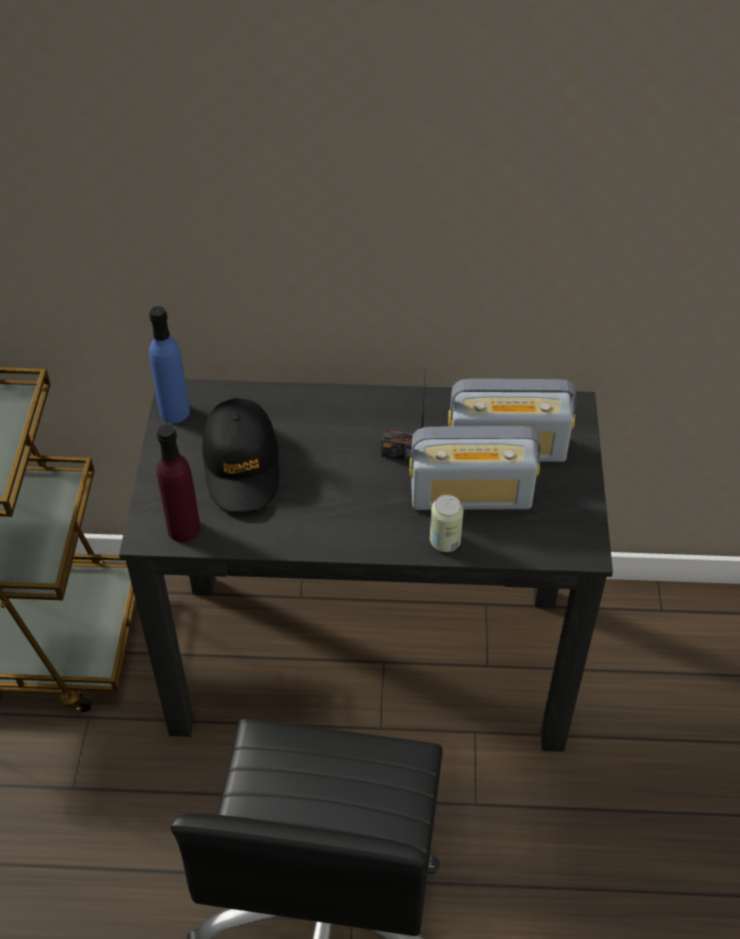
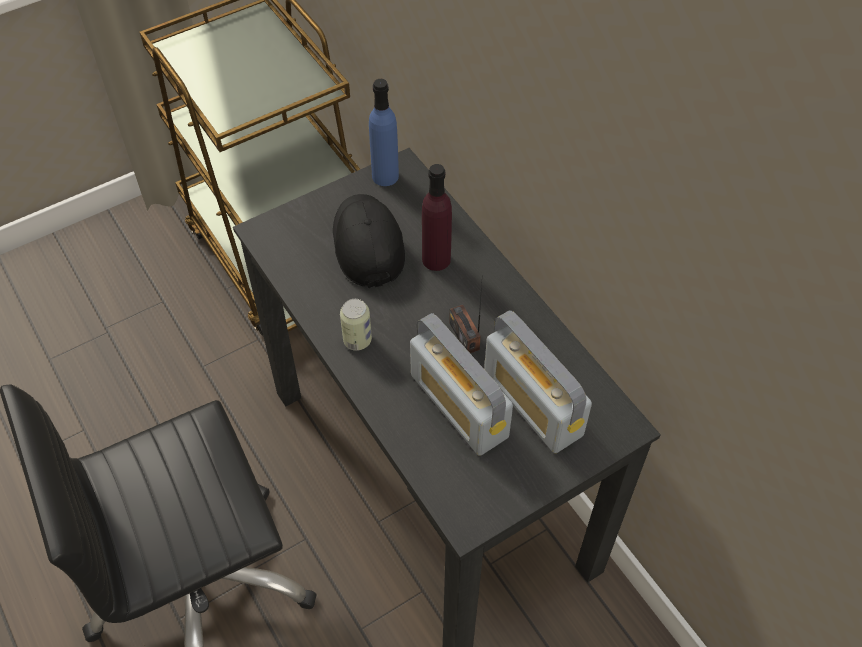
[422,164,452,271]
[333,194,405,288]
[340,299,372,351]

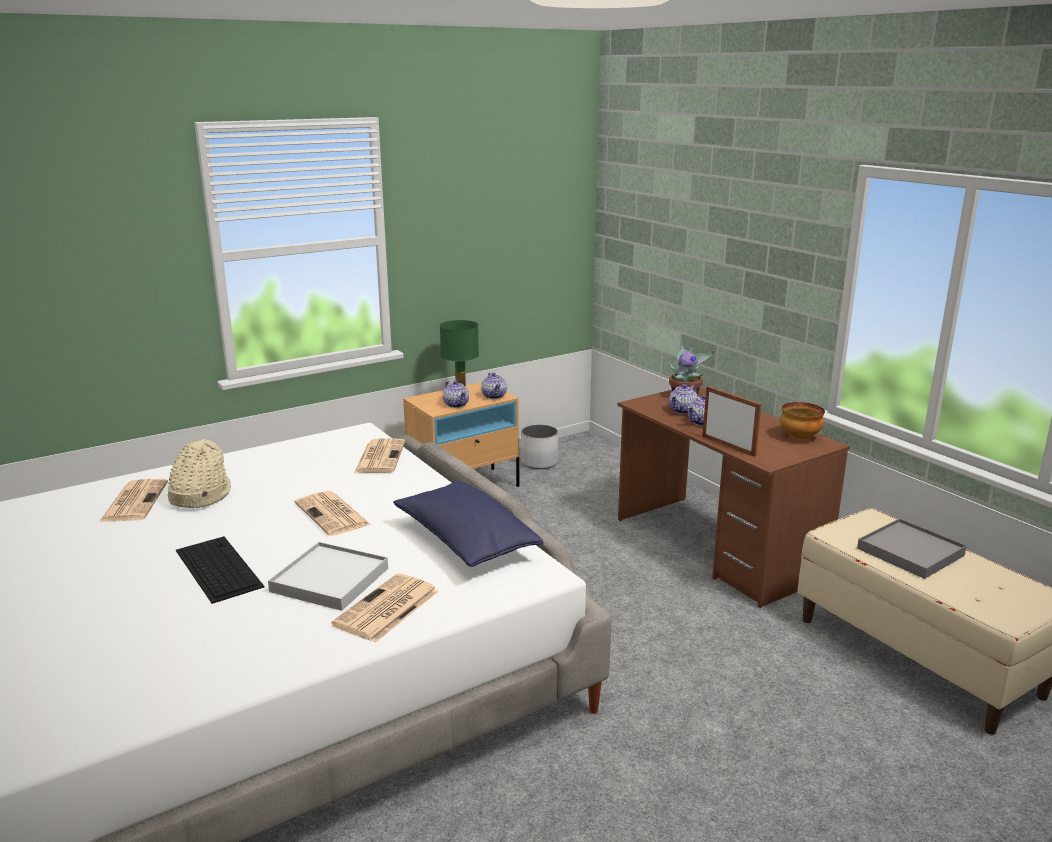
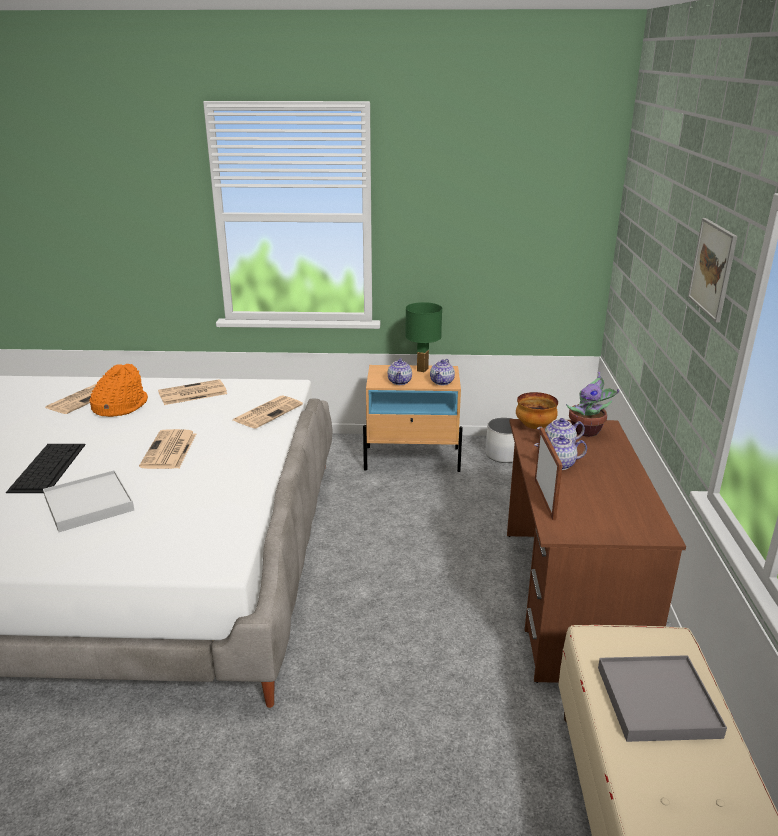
[89,364,148,417]
[158,379,227,405]
[393,481,544,567] (first image)
[516,392,558,429]
[688,218,738,323]

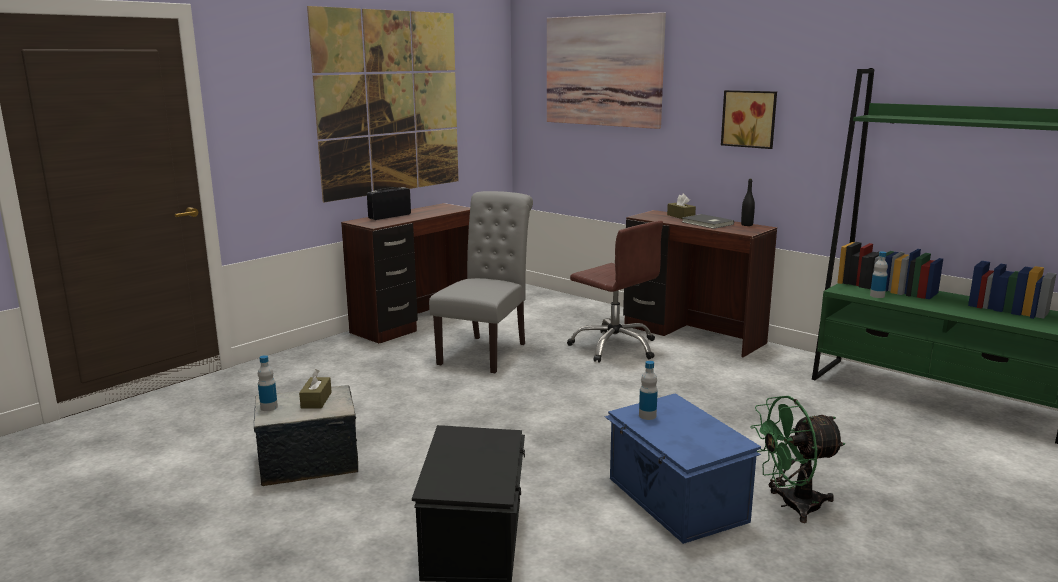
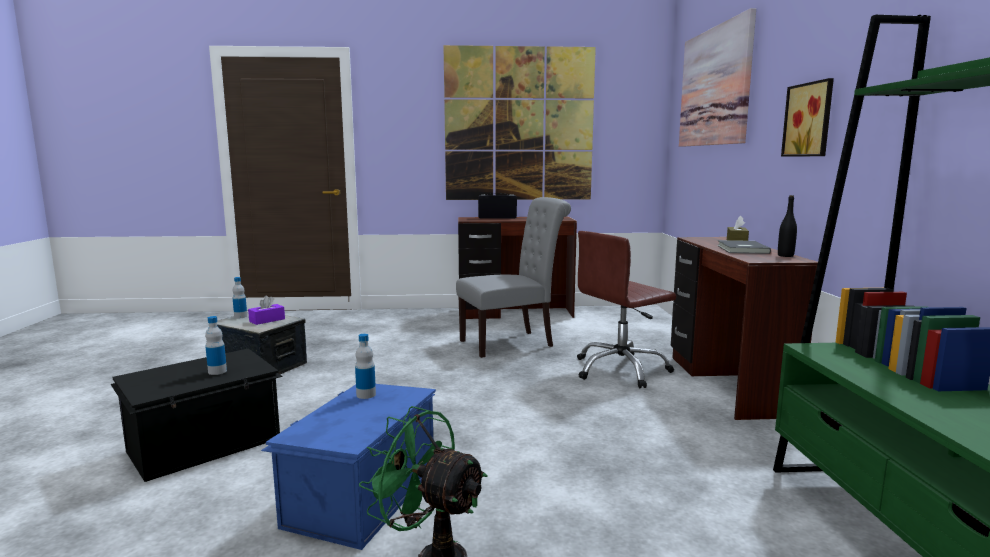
[248,296,285,325]
[577,231,676,388]
[205,316,227,375]

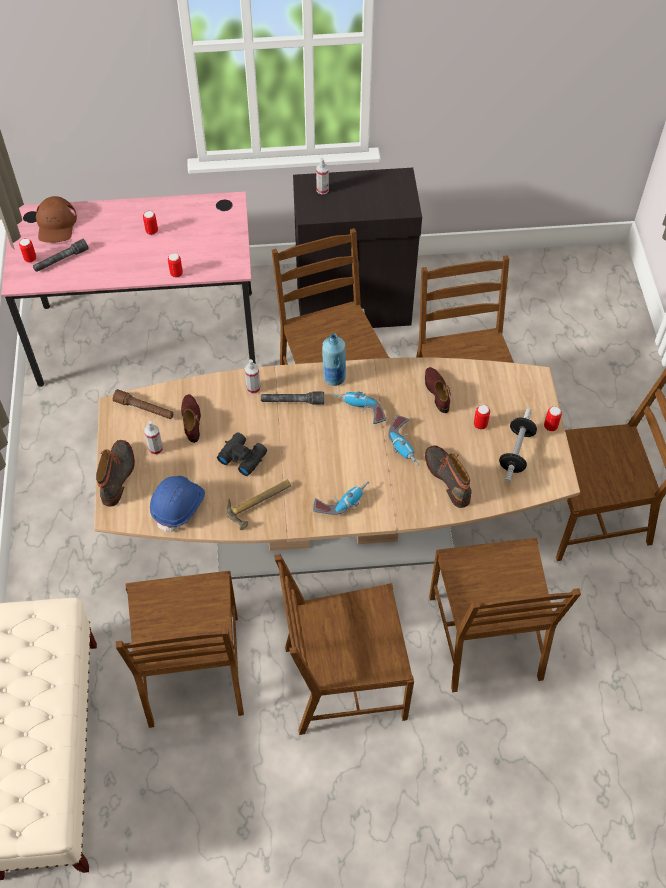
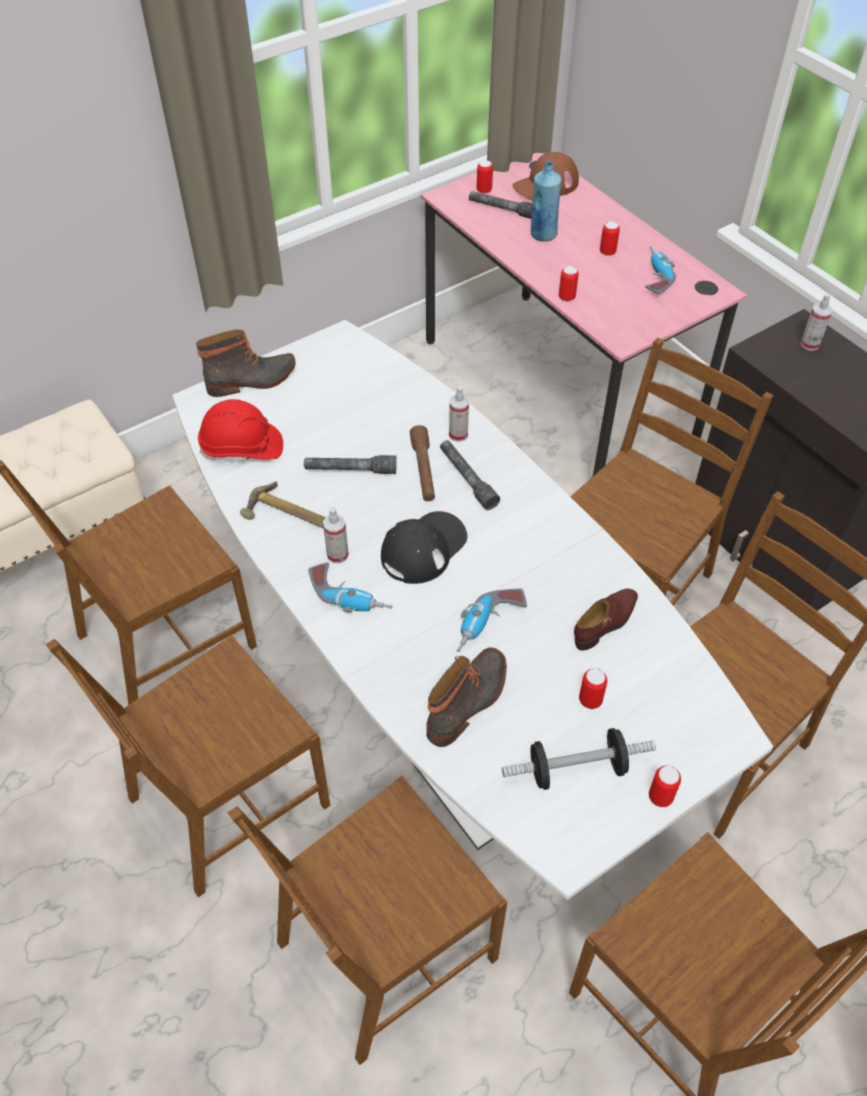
[172,320,773,900]
[410,425,435,501]
[323,507,349,563]
[198,399,283,461]
[181,394,201,443] (first image)
[304,455,397,474]
[45,635,330,897]
[531,161,562,242]
[645,246,676,294]
[381,511,467,584]

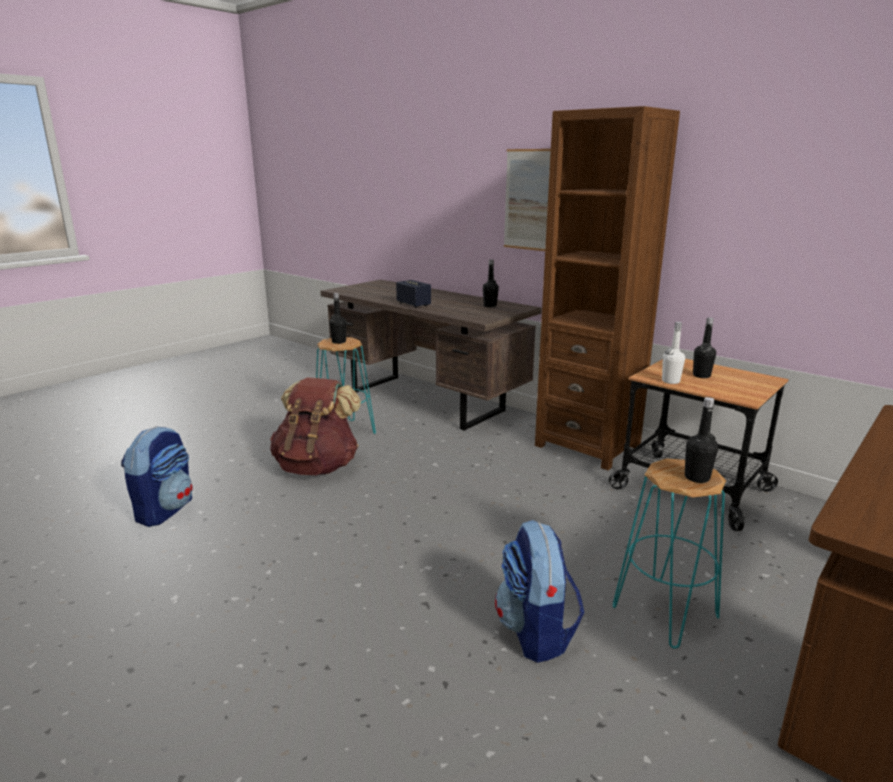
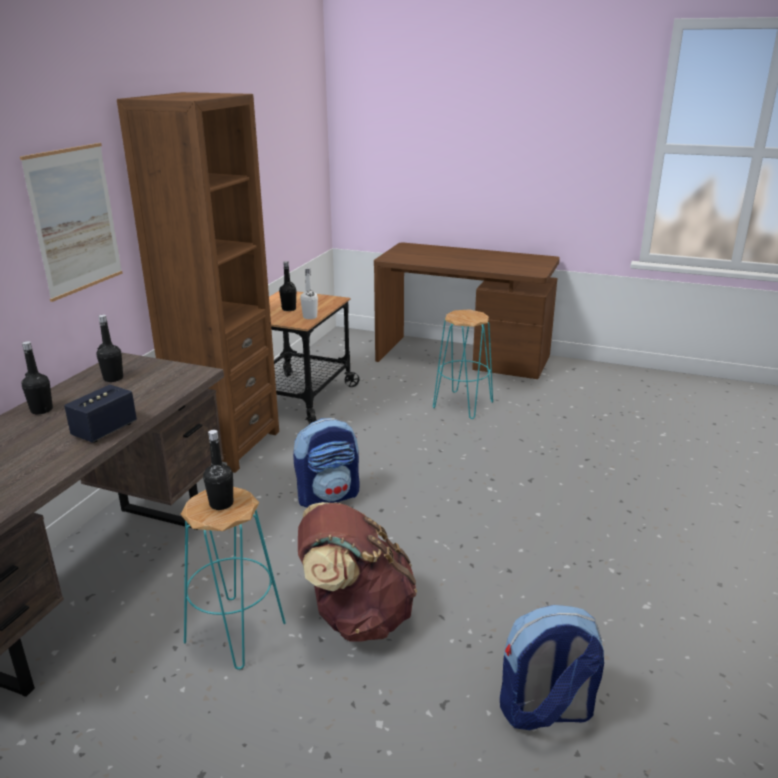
[293,418,360,508]
[22,341,53,414]

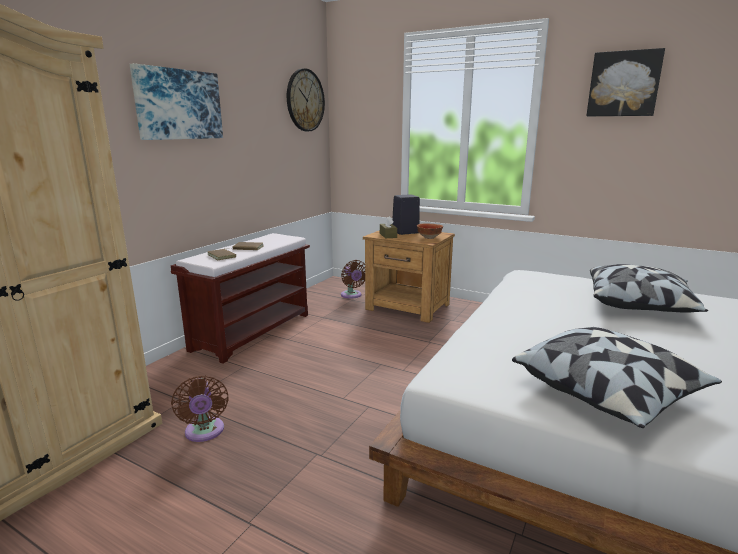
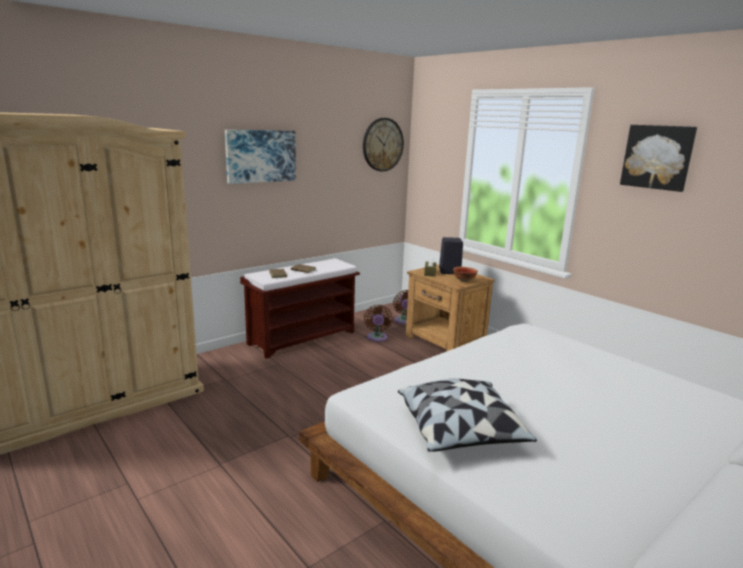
[364,305,393,342]
[590,264,708,313] (first image)

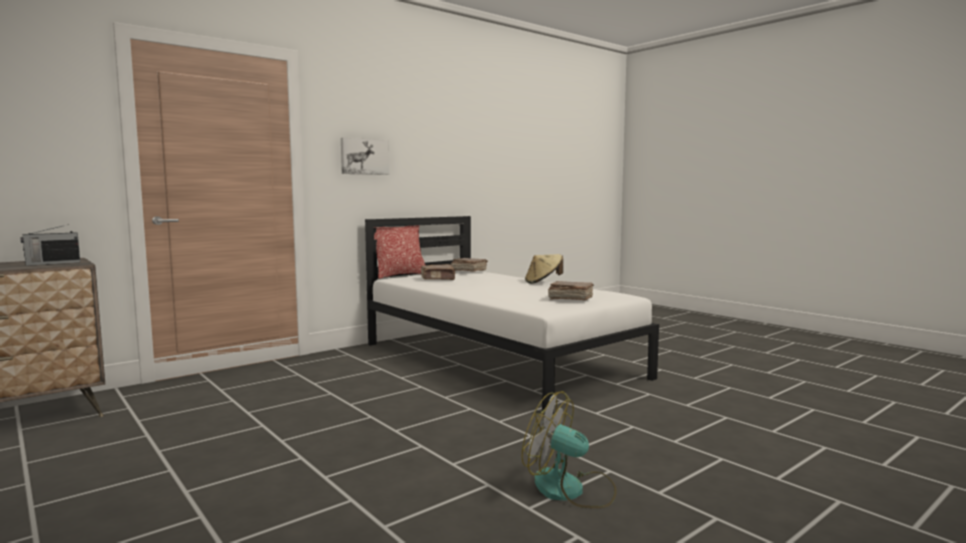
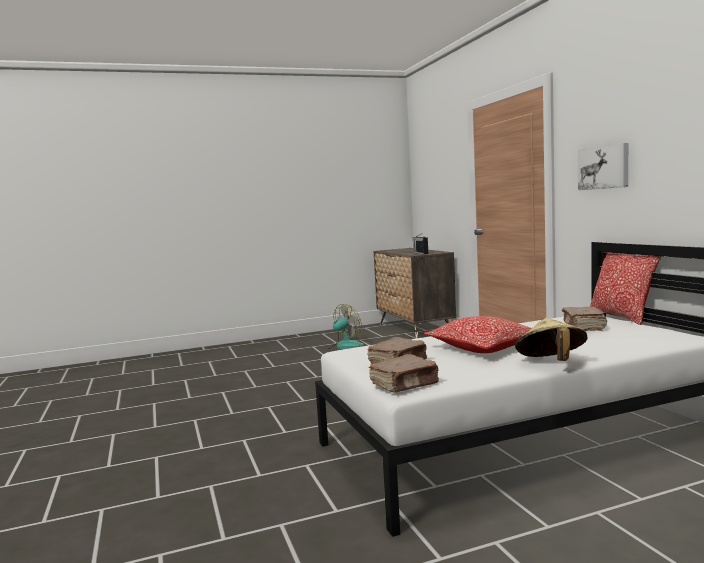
[369,354,439,392]
[327,304,364,352]
[424,316,532,353]

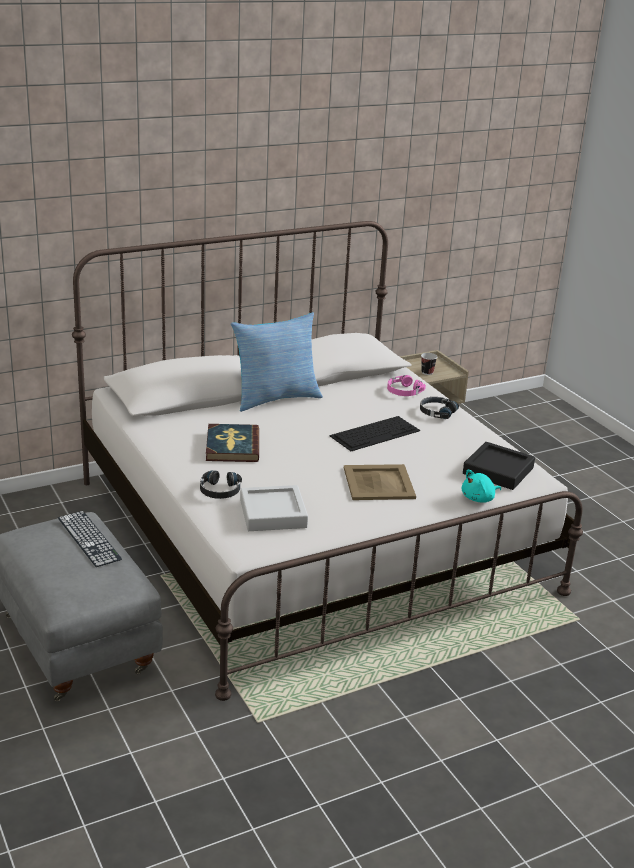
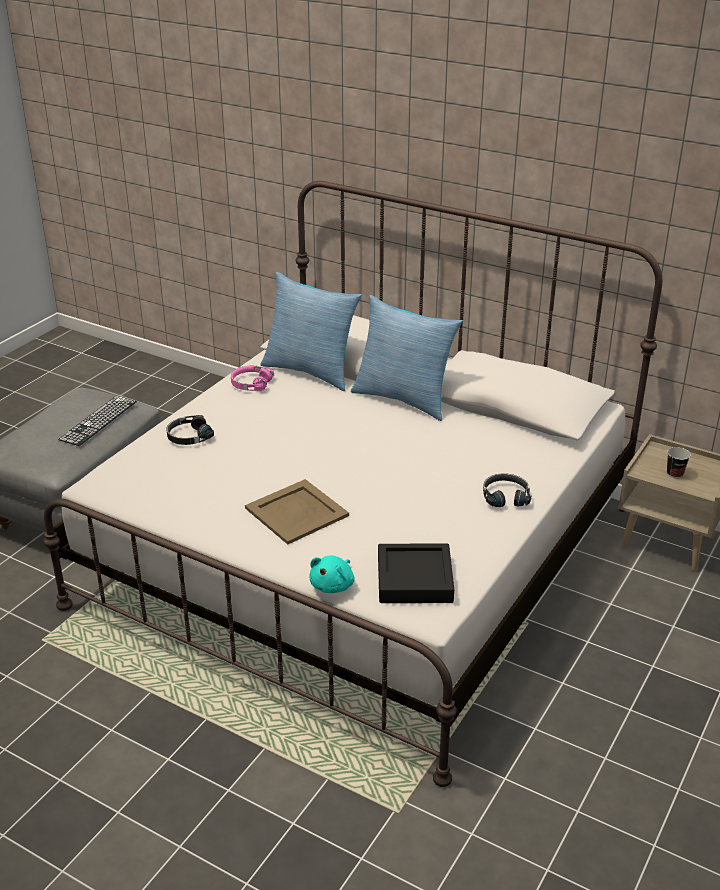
[206,424,259,462] (first image)
[240,485,308,531] (first image)
[330,416,420,451] (first image)
[231,366,274,391]
[309,556,355,593]
[261,272,362,391]

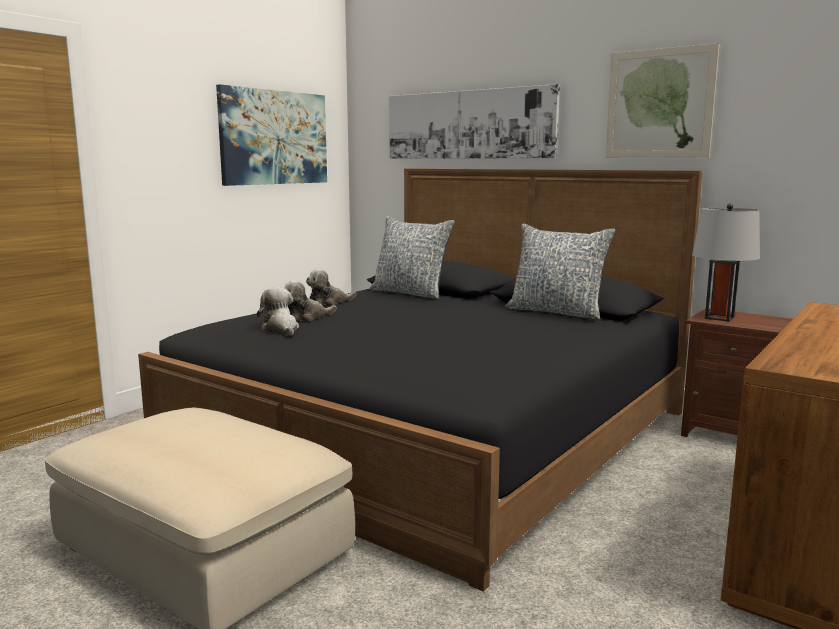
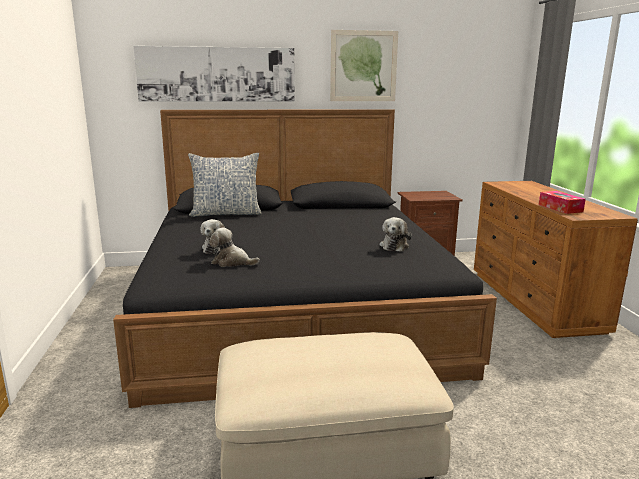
[216,84,327,186] (first image)
[379,217,412,252]
[506,224,615,320] (first image)
[692,203,760,322] (first image)
[539,191,586,214]

